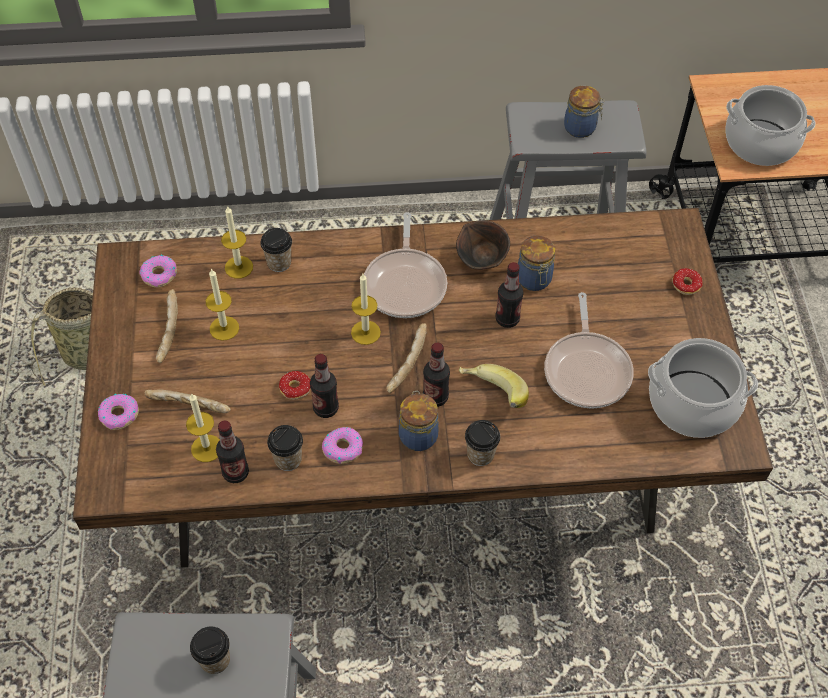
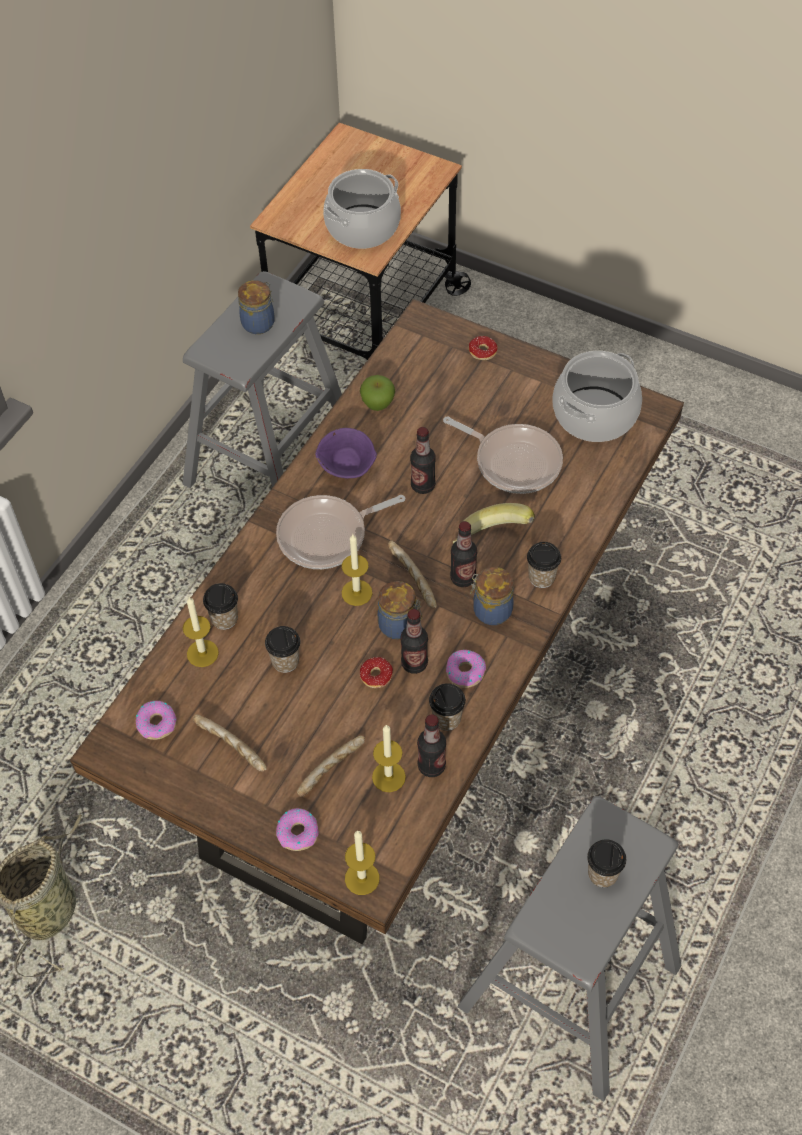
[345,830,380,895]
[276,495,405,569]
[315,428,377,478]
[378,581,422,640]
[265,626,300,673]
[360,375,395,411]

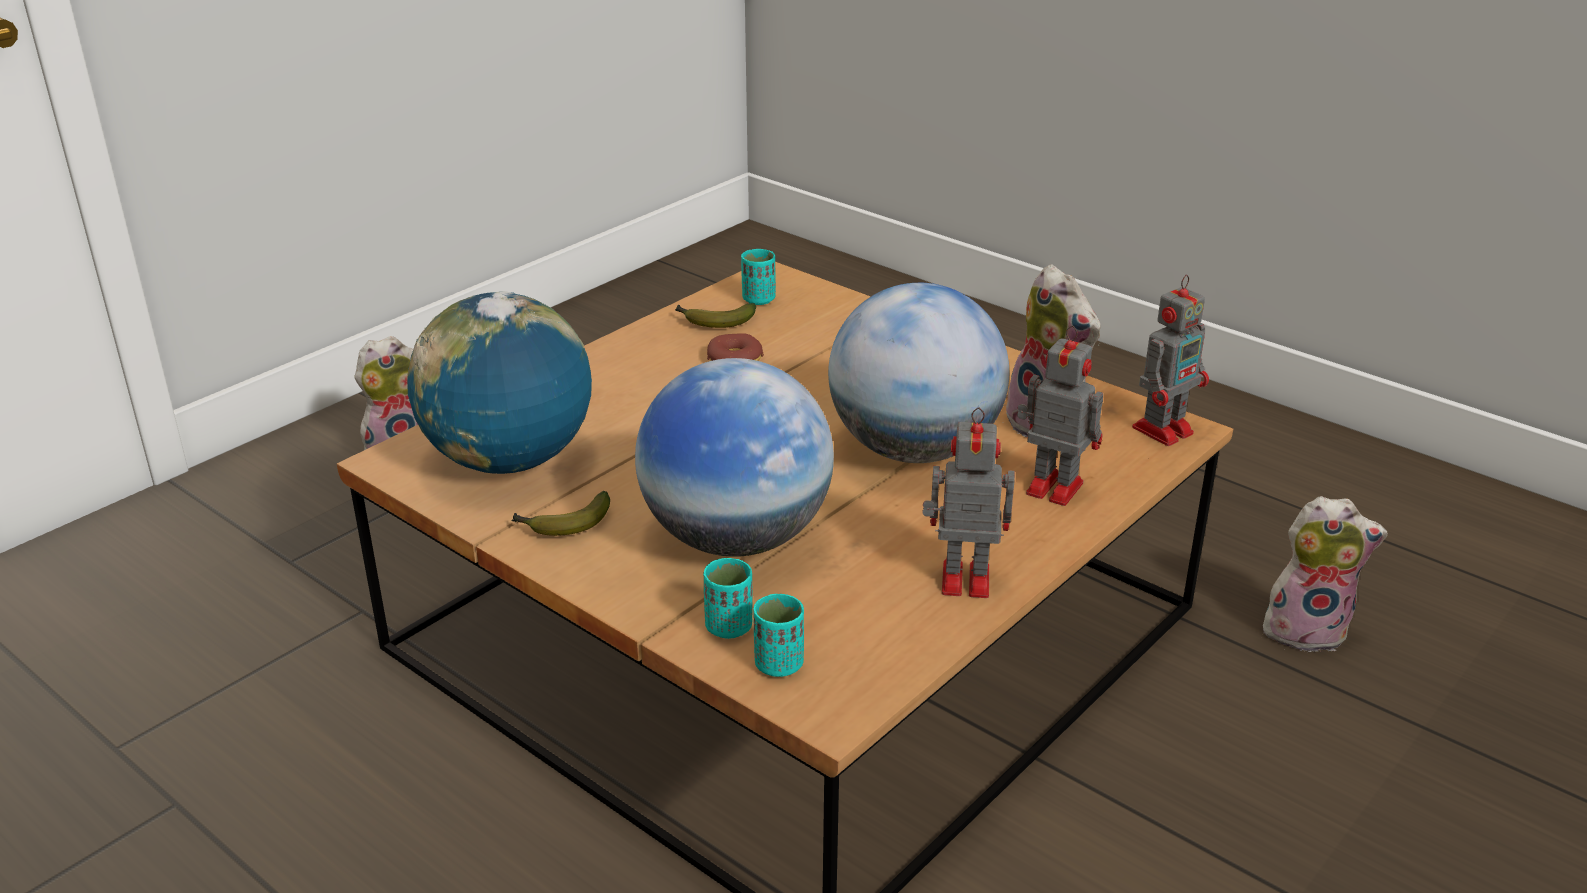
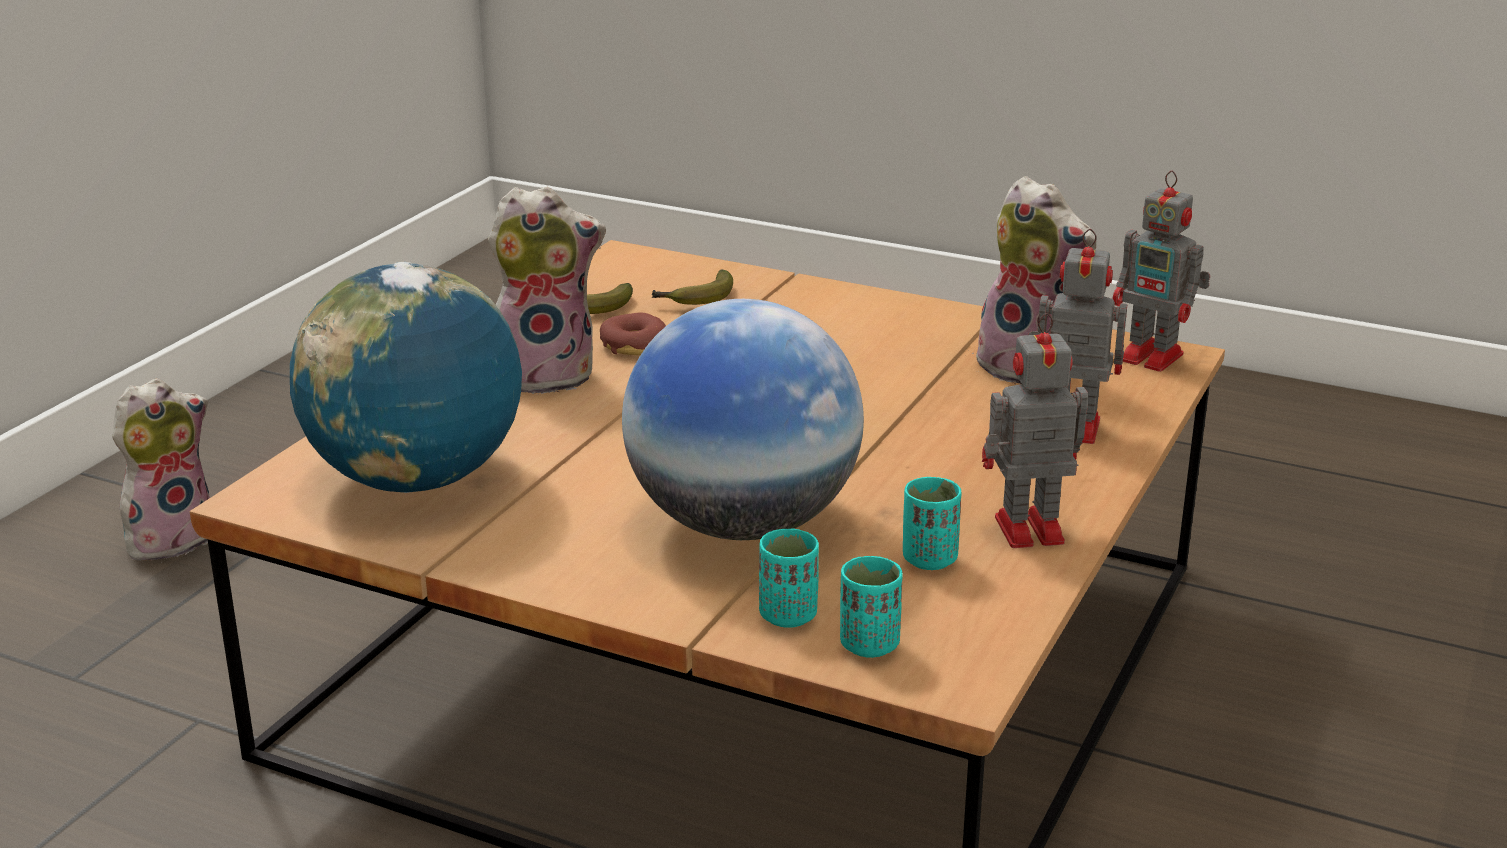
[652,269,733,305]
[903,477,961,570]
[828,283,1009,463] (first image)
[1112,171,1210,372]
[488,187,606,394]

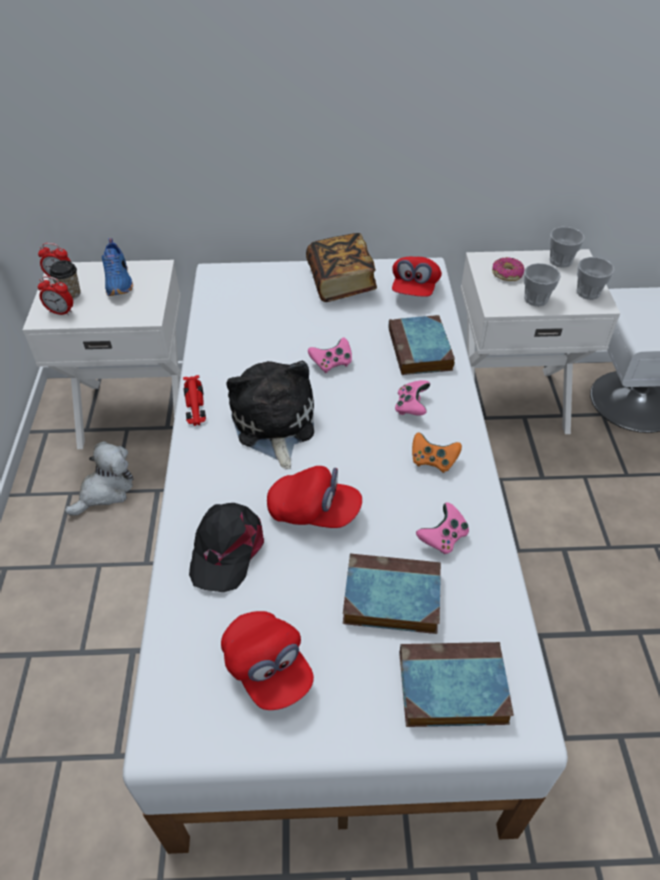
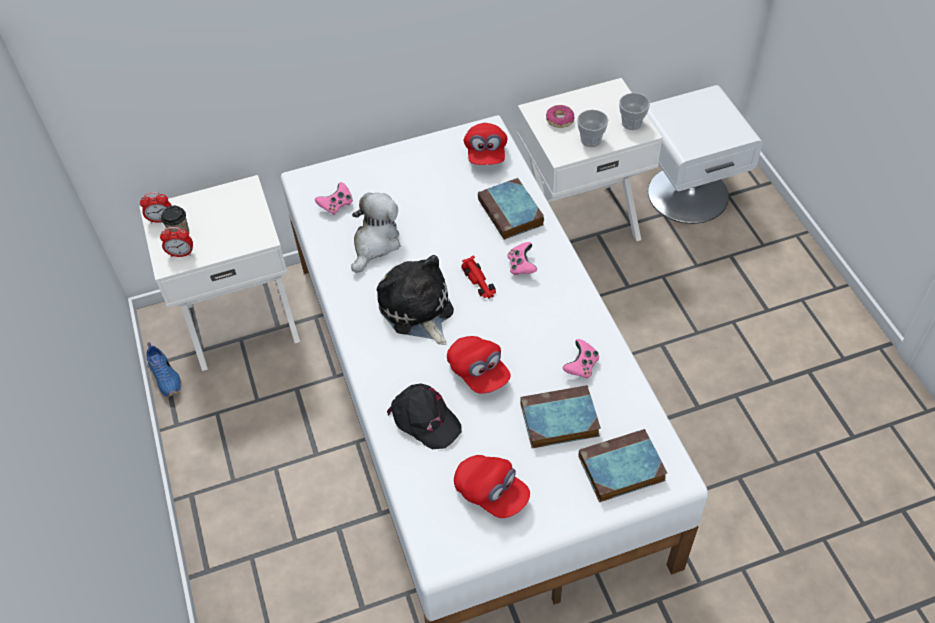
[351,192,400,273]
[146,342,182,397]
[461,255,496,299]
[387,383,462,449]
[447,336,511,394]
[306,233,377,302] (first image)
[315,182,353,215]
[412,432,462,473] (first image)
[549,227,585,268] (first image)

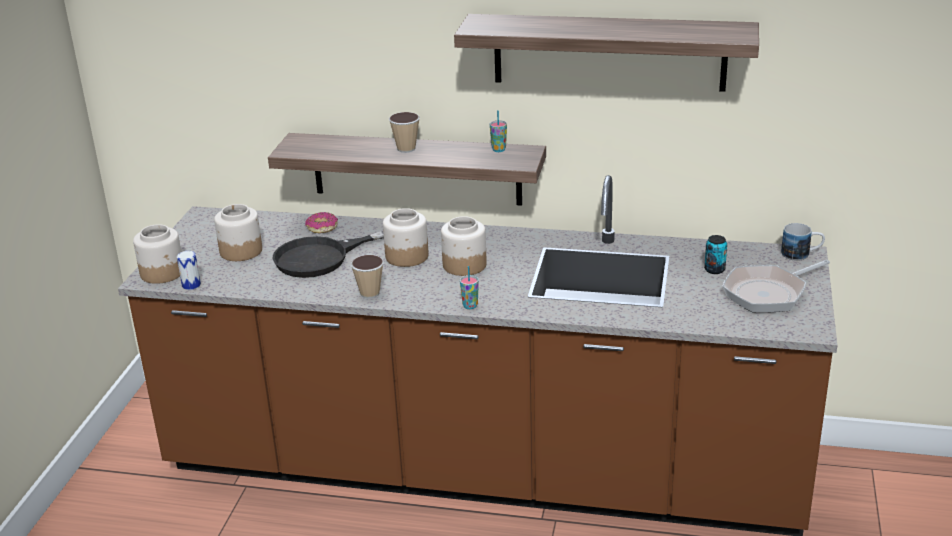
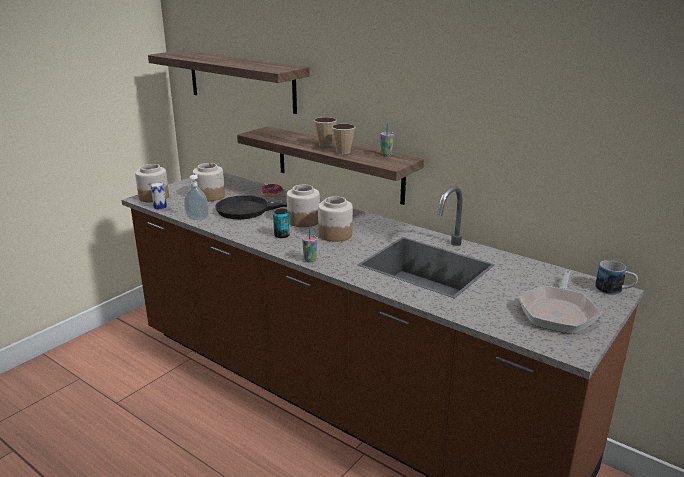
[332,124,355,154]
[148,50,310,114]
[273,209,290,238]
[518,270,601,334]
[184,174,209,220]

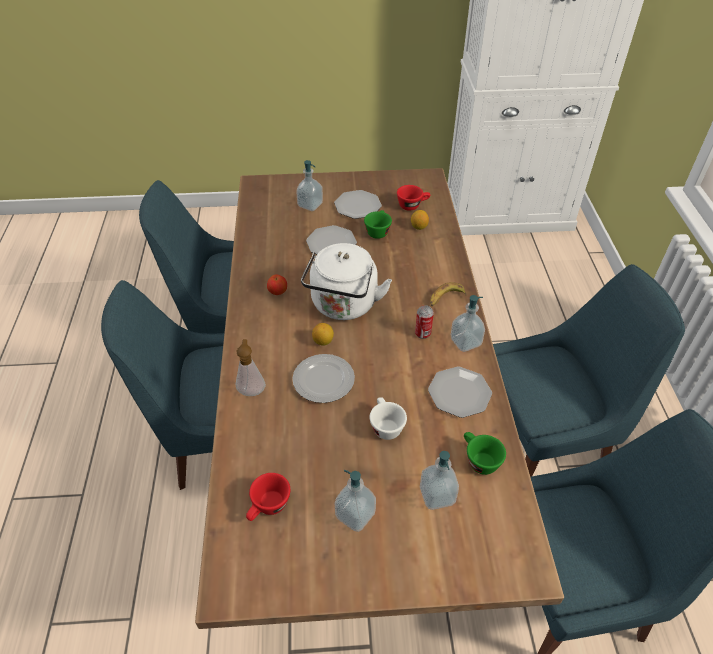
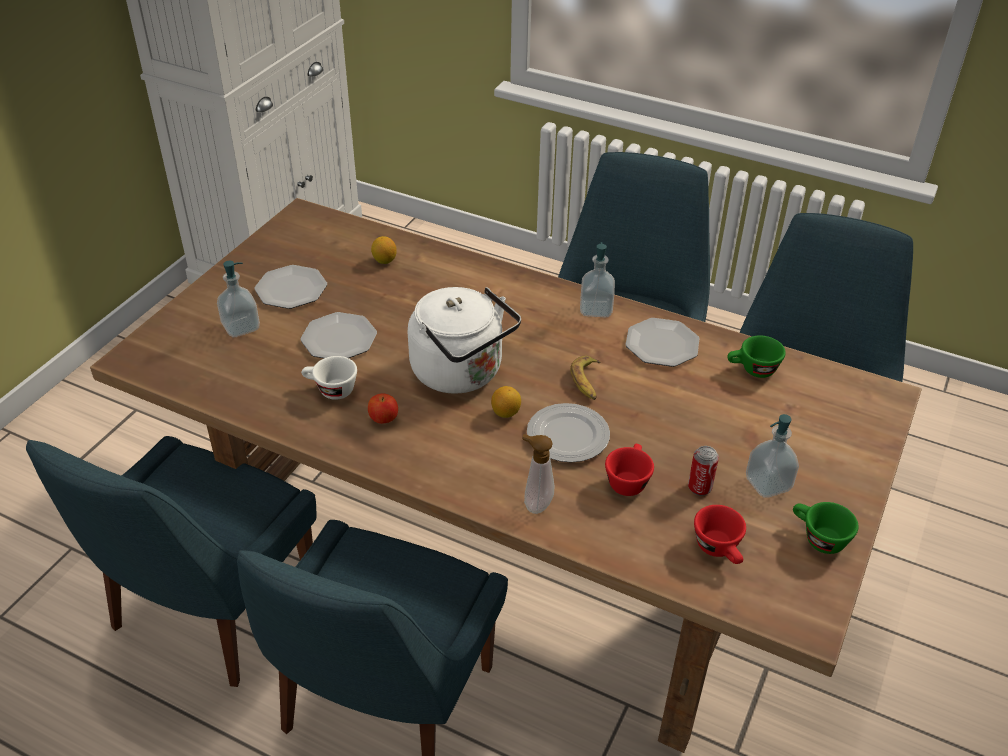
[793,502,859,554]
[301,356,357,400]
[605,444,654,496]
[688,446,719,496]
[420,451,459,510] (first image)
[570,356,601,400]

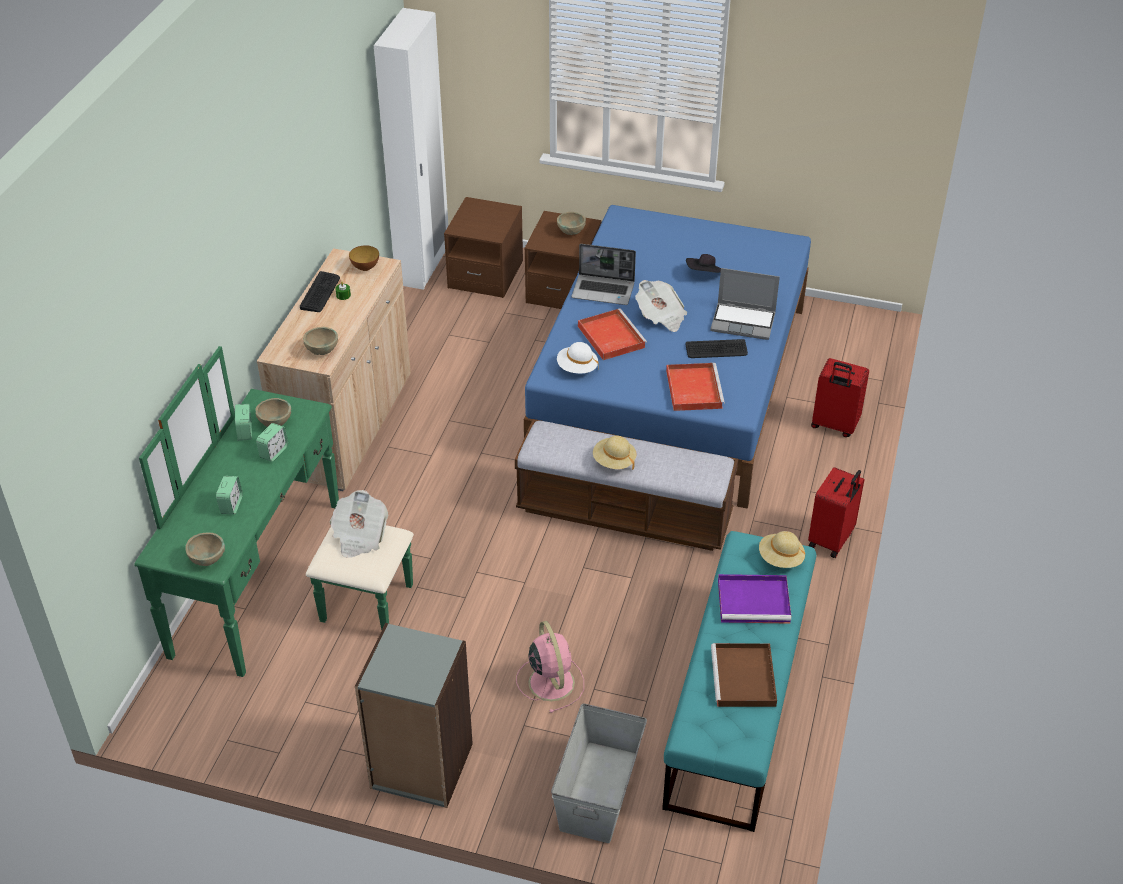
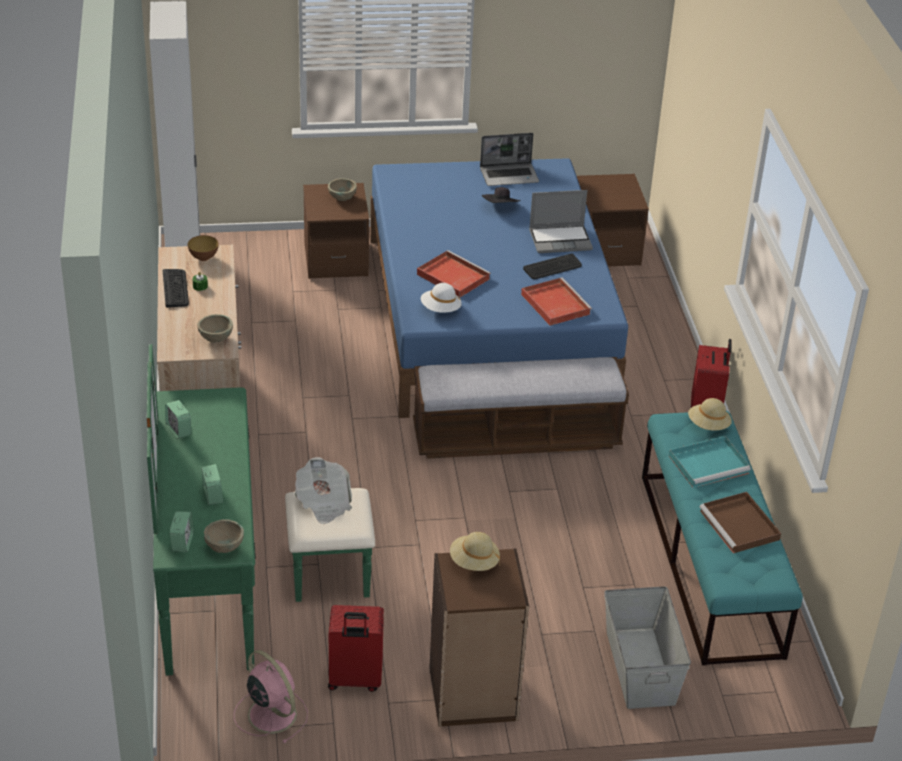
[255,398,291,427] (first image)
[170,511,194,552]
[429,548,529,727]
[577,174,649,266]
[234,650,308,744]
[480,133,539,186]
[450,532,500,571]
[635,280,687,332] (first image)
[669,436,751,488]
[328,605,384,692]

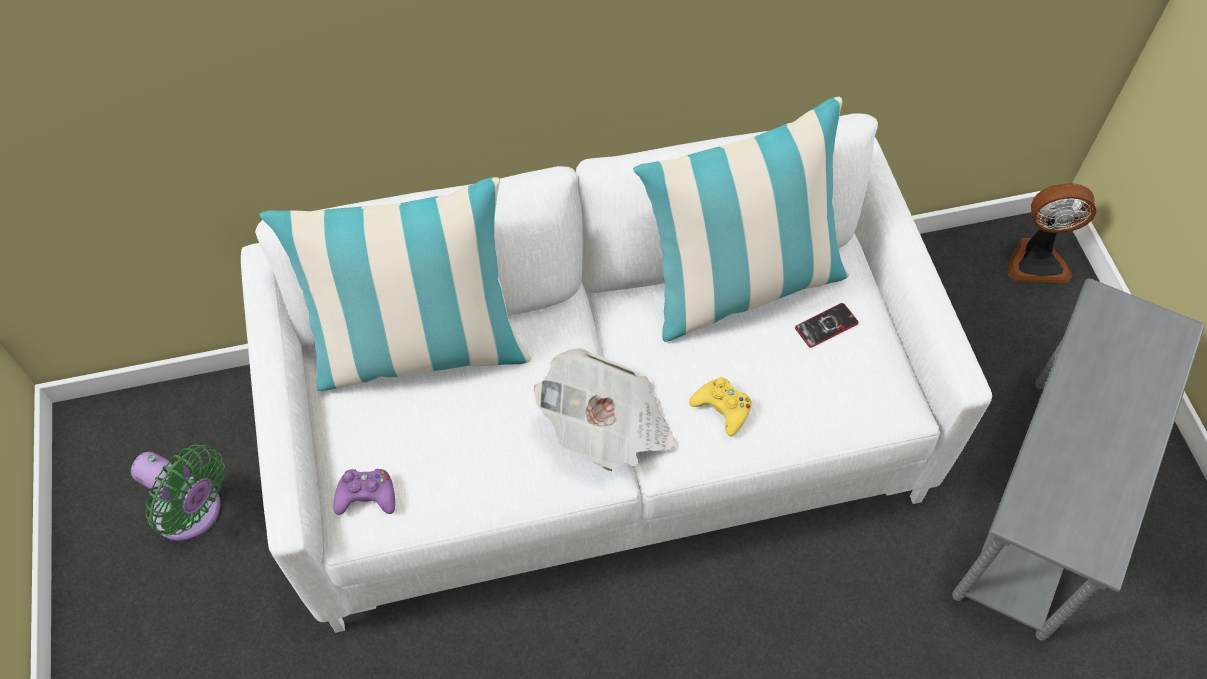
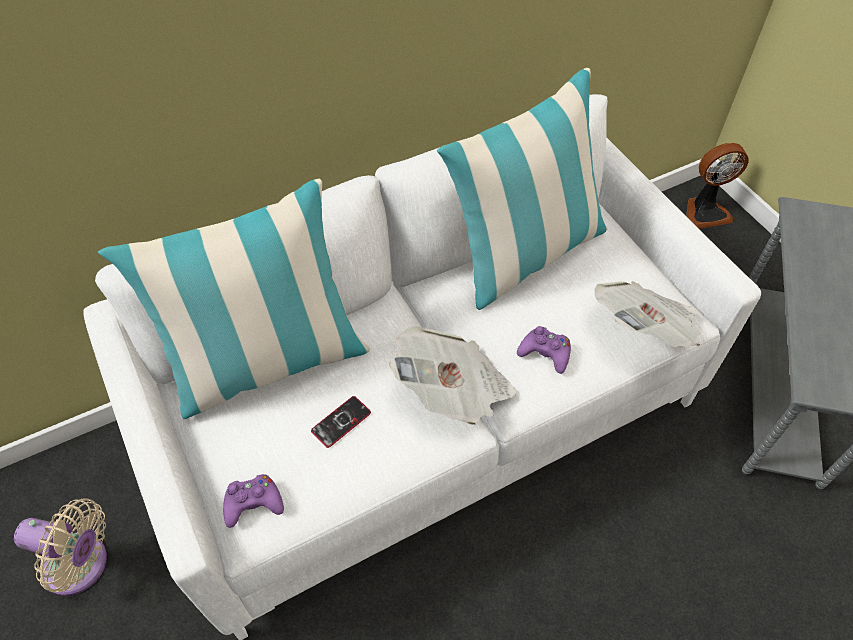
[14,498,107,596]
[517,326,571,374]
[311,396,371,448]
[595,281,701,347]

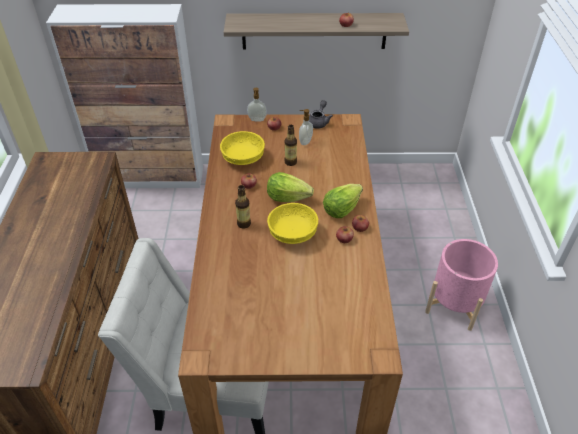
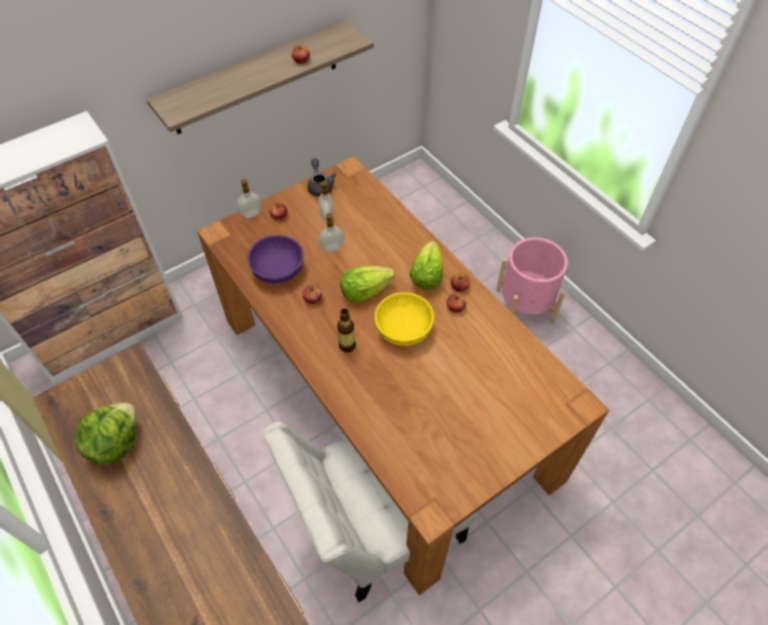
[248,235,304,284]
[319,213,344,252]
[74,402,136,465]

